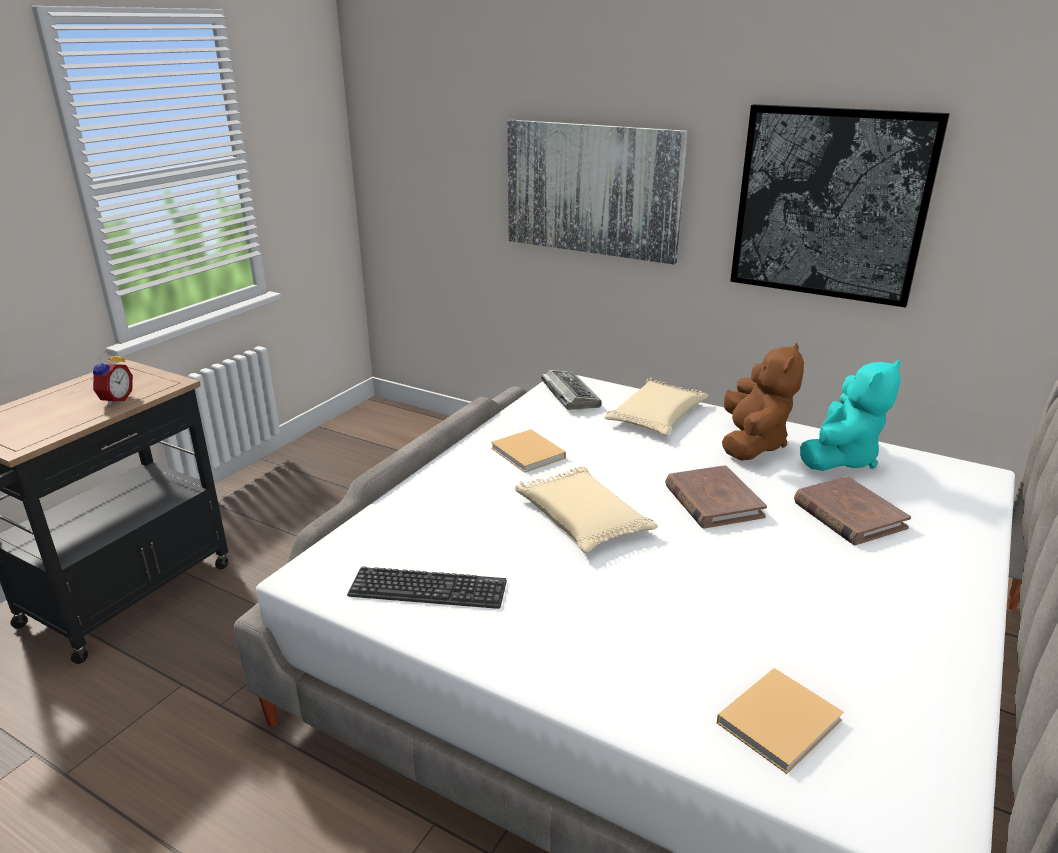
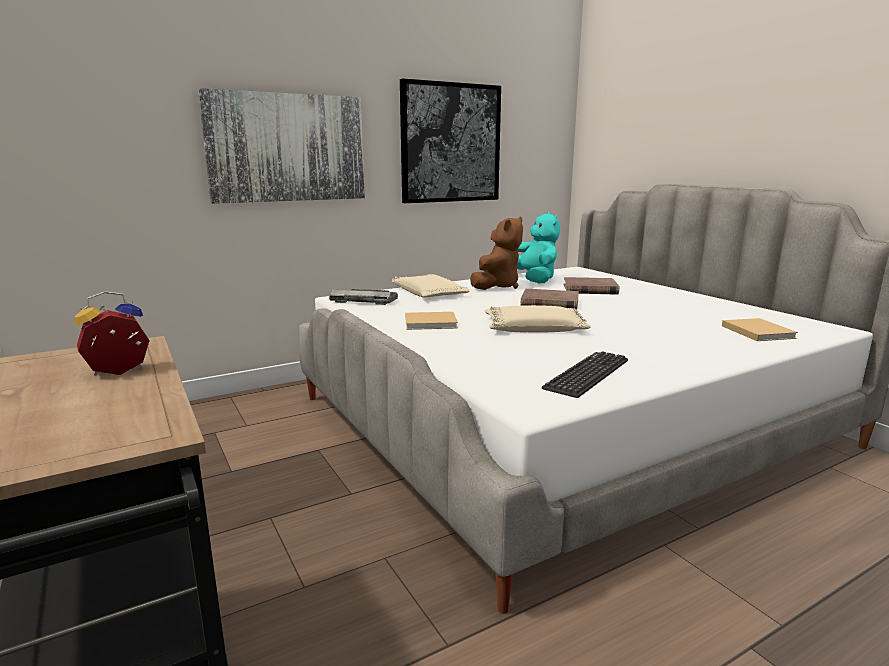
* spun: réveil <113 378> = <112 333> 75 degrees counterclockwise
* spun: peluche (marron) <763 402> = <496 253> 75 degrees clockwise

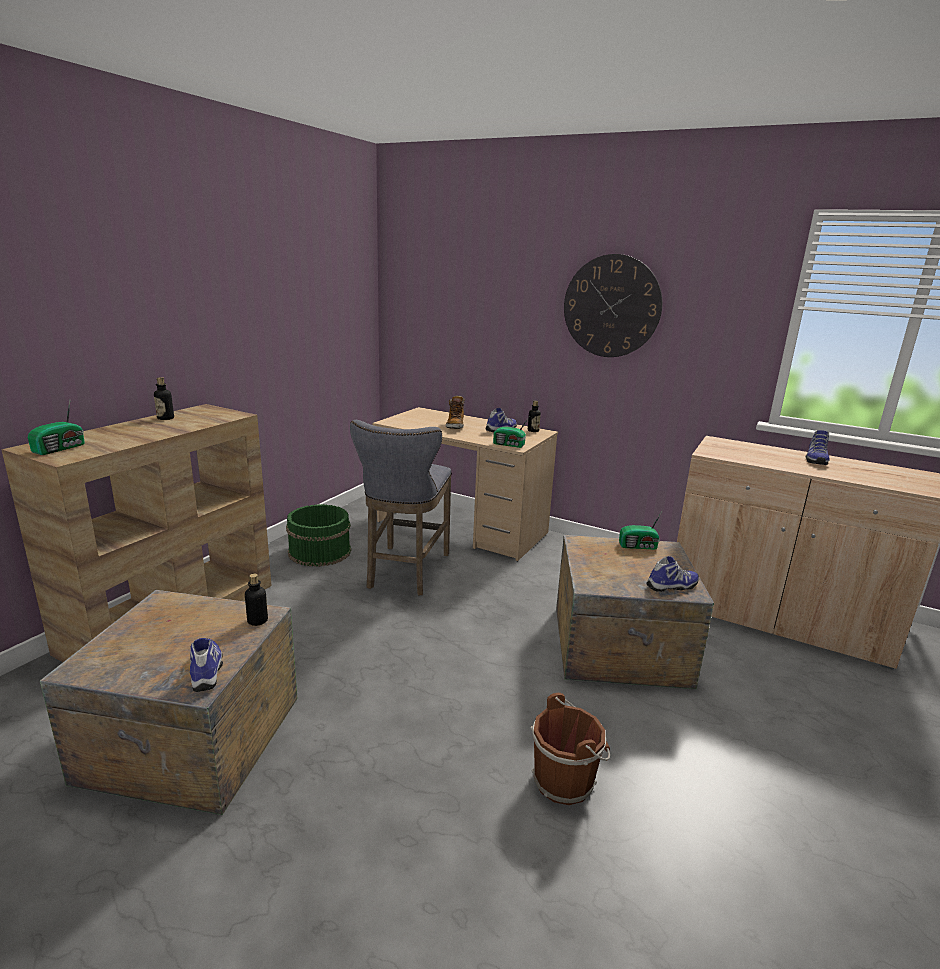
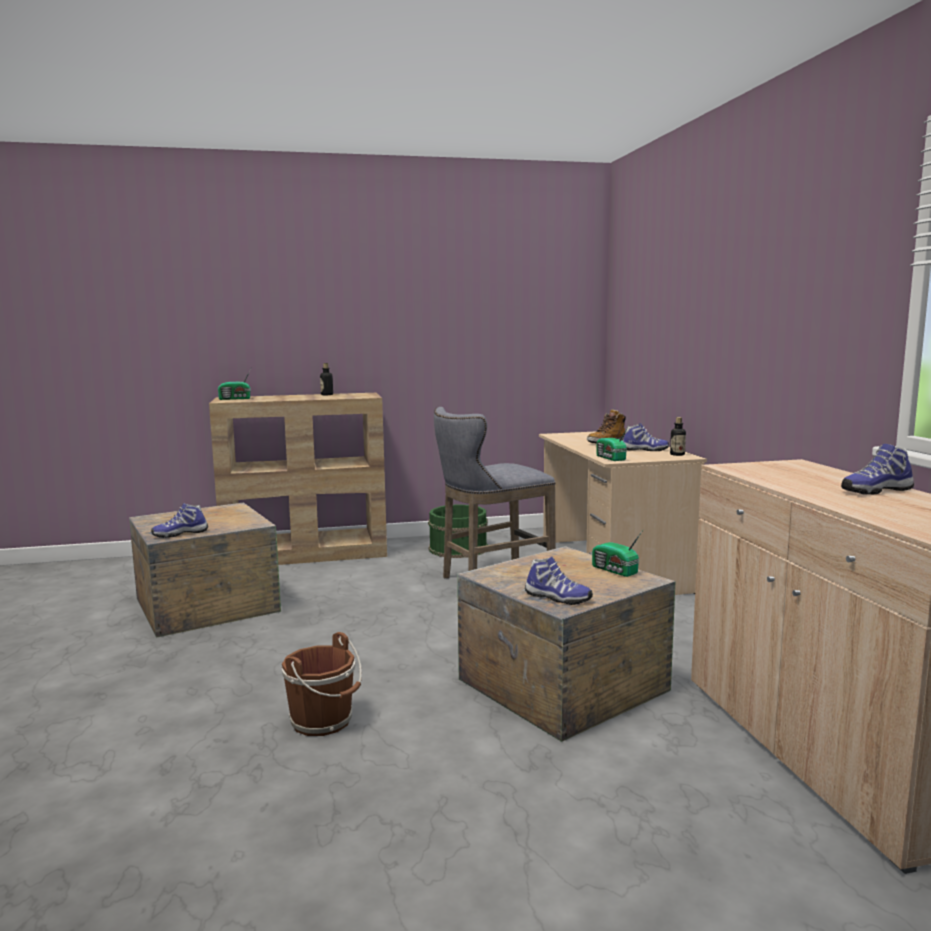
* spun: chaussure <206 665> = <179 520> 150 degrees counterclockwise
* missing: bouteille <256 600>
* missing: horloge murale <613 305>

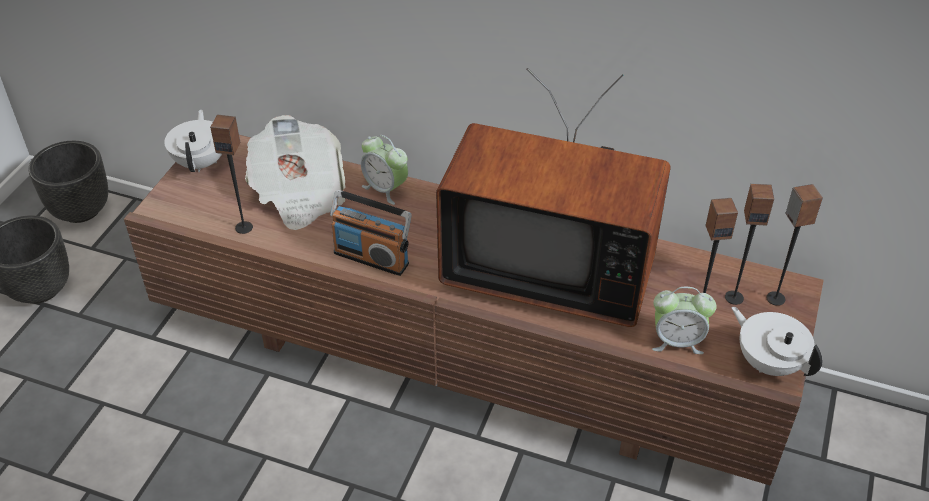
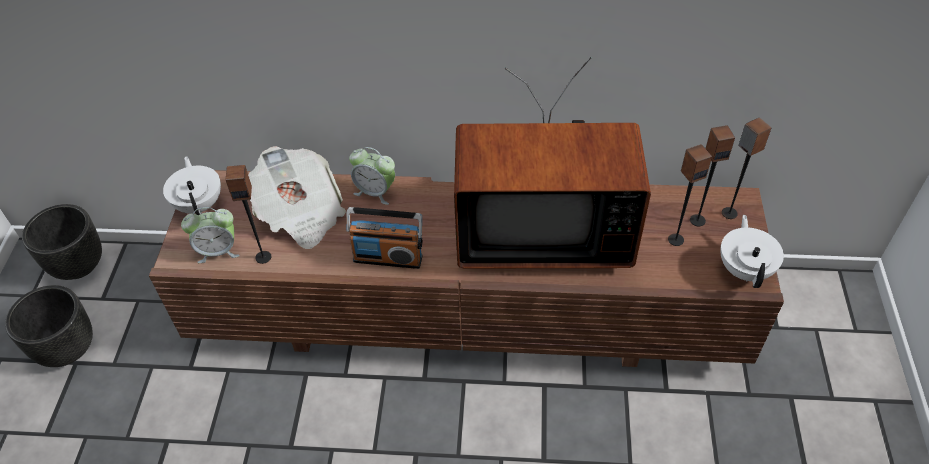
* relocated: réveil <684 320> to <210 235>
* spun: théière (blanc) <777 341> = <752 251> 60 degrees clockwise

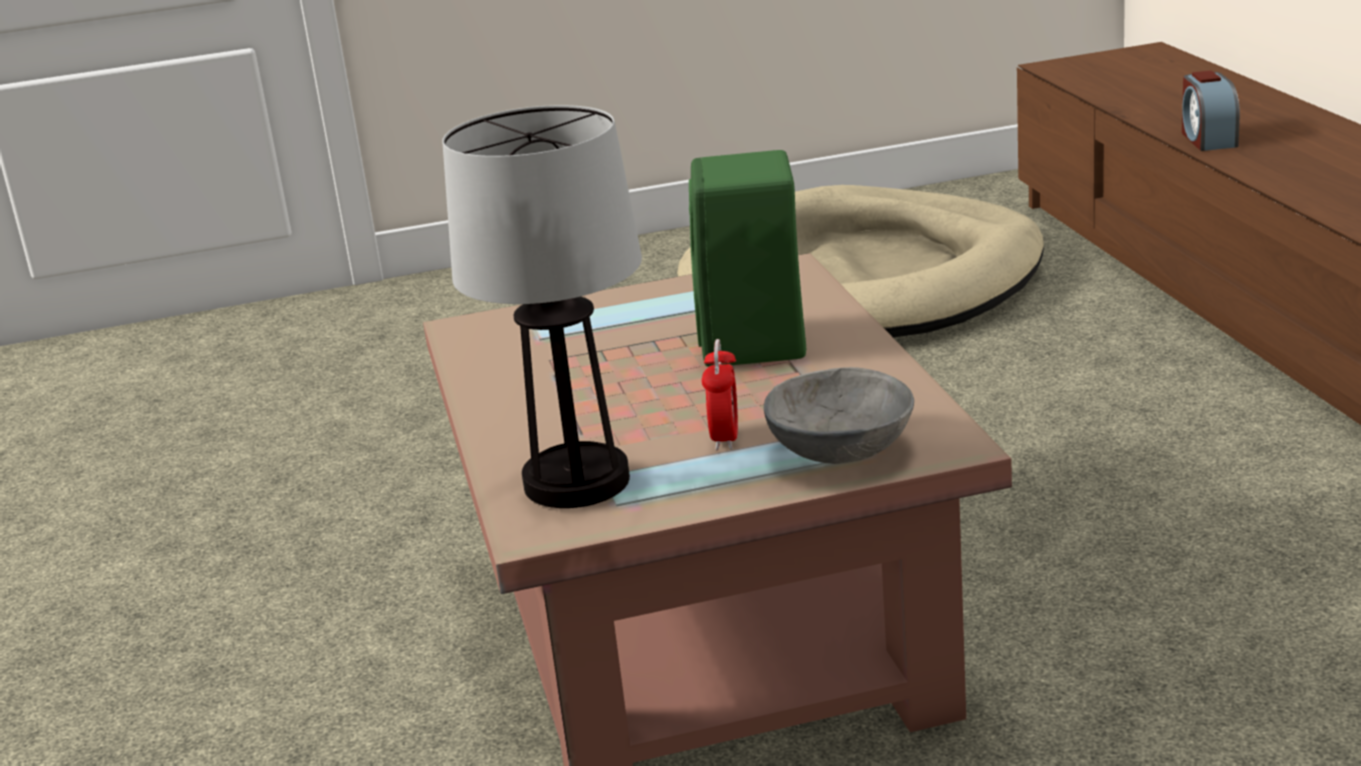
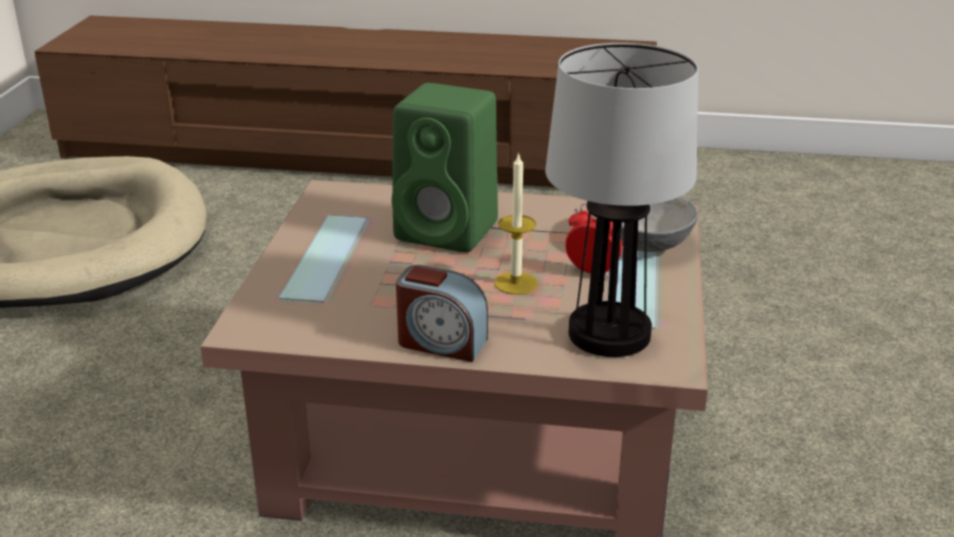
* relocated: réveil <1211 111> to <442 313>
* appeared: bougie <516 223>

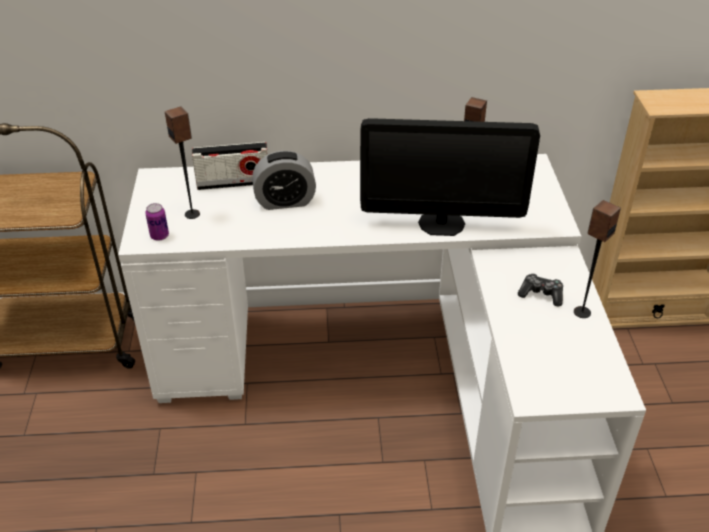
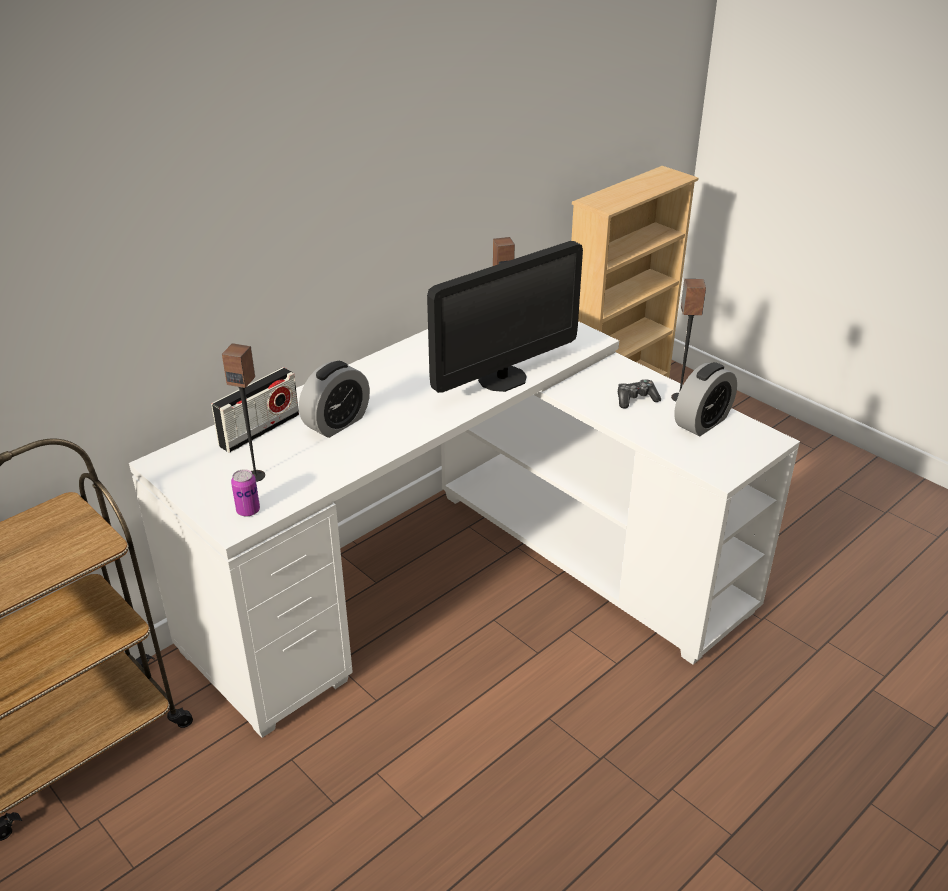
* appeared: réveil <705 399>

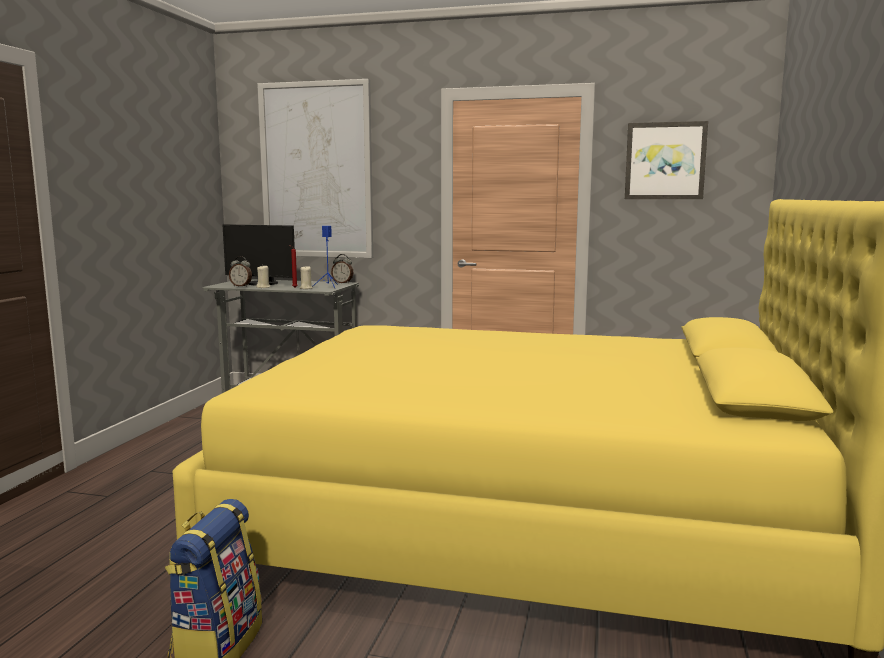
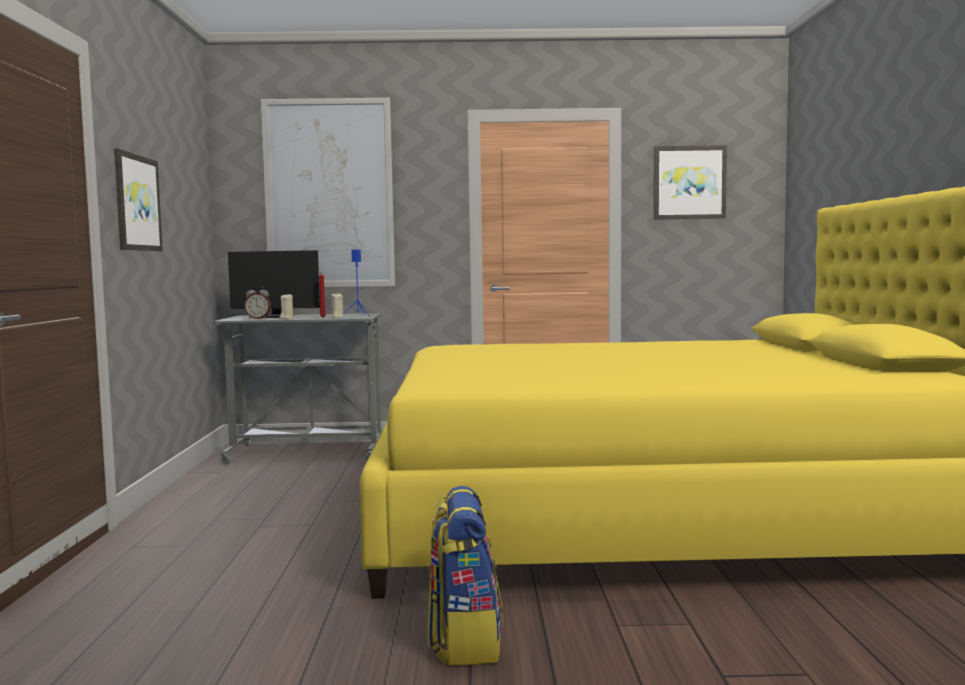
* appeared: tableau <138 200>
* missing: réveil <342 269>

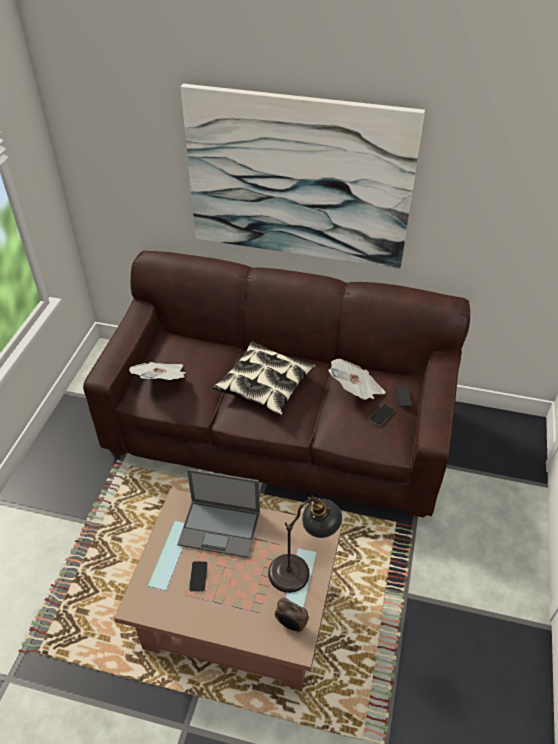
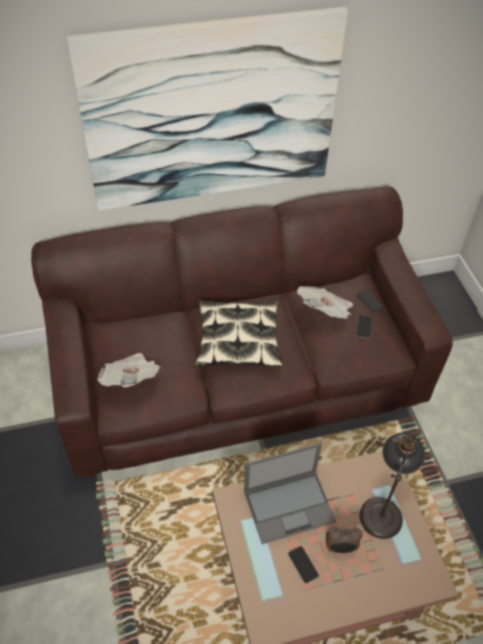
* relocated: réveil <292 615> to <344 540>

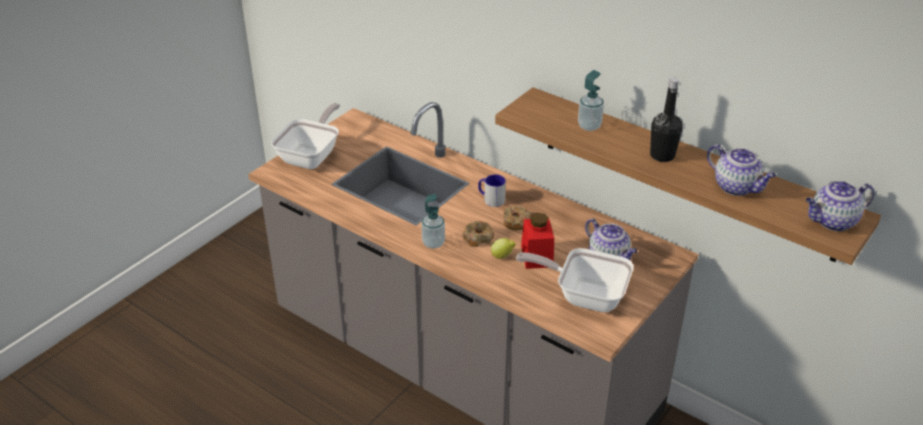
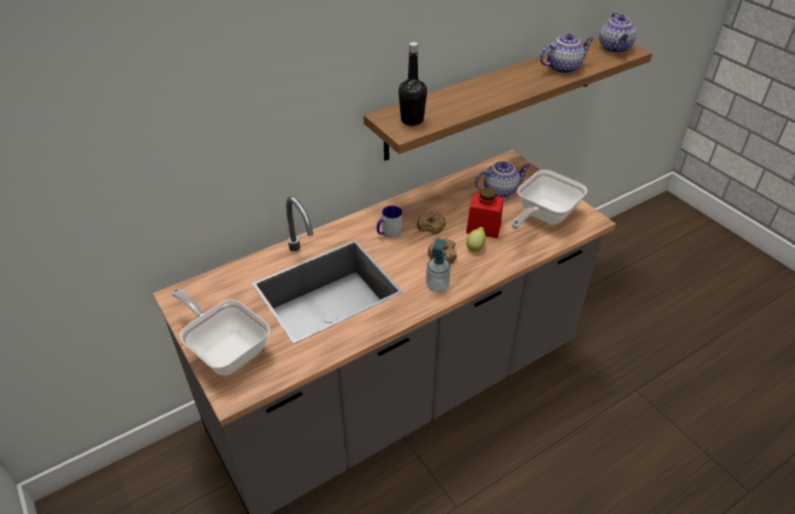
* relocated: bouteille (noir) <666 119> to <412 84>
* missing: distributeur de savon <591 100>

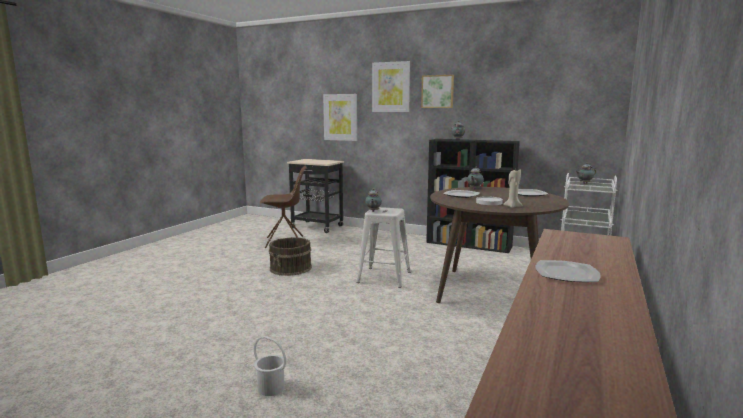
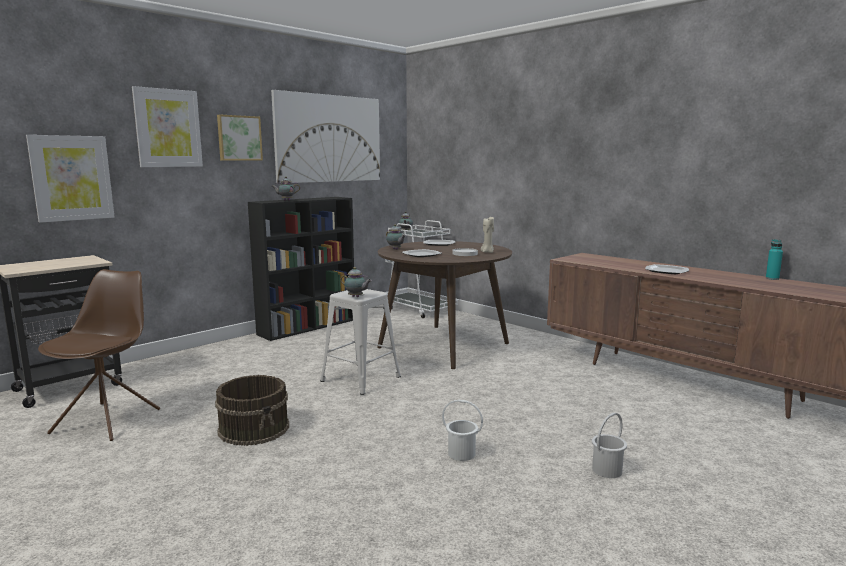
* appeared: tableau <325 137>
* appeared: seau (blanc) <462 430>
* appeared: bouteille (turquoise) <774 259>

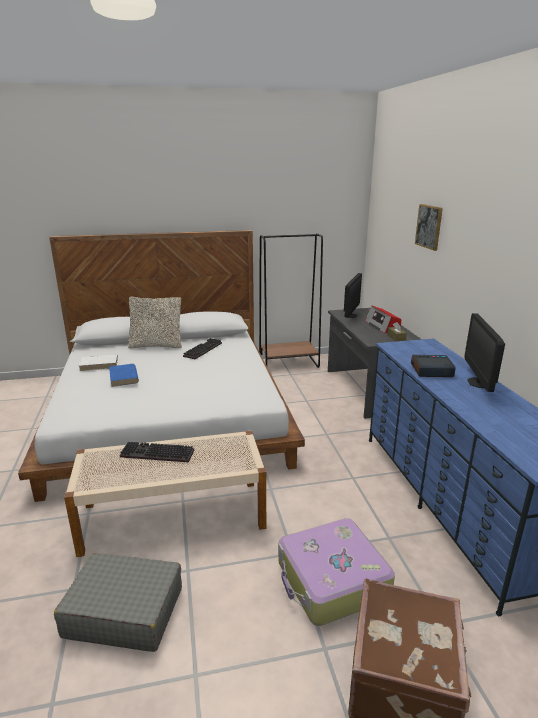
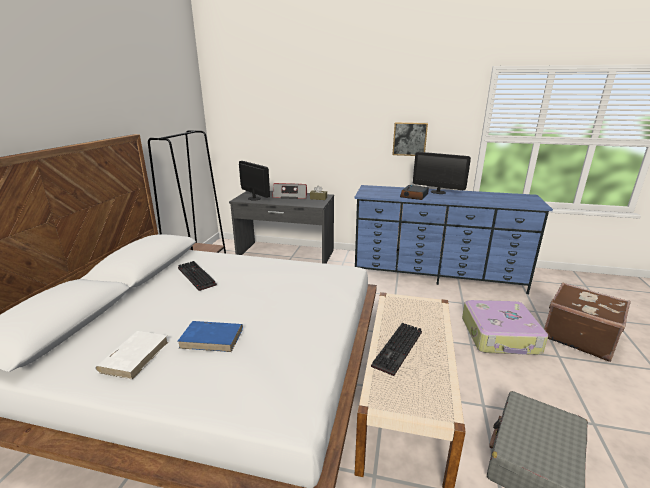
* relocated: tableau <429 227> to <410 139>
* missing: coussin (beige) <155 323>

